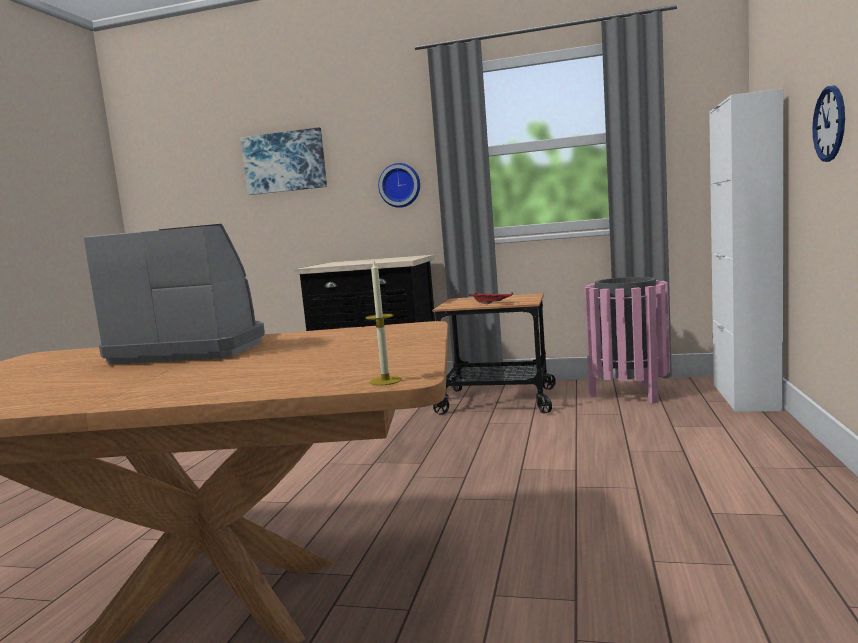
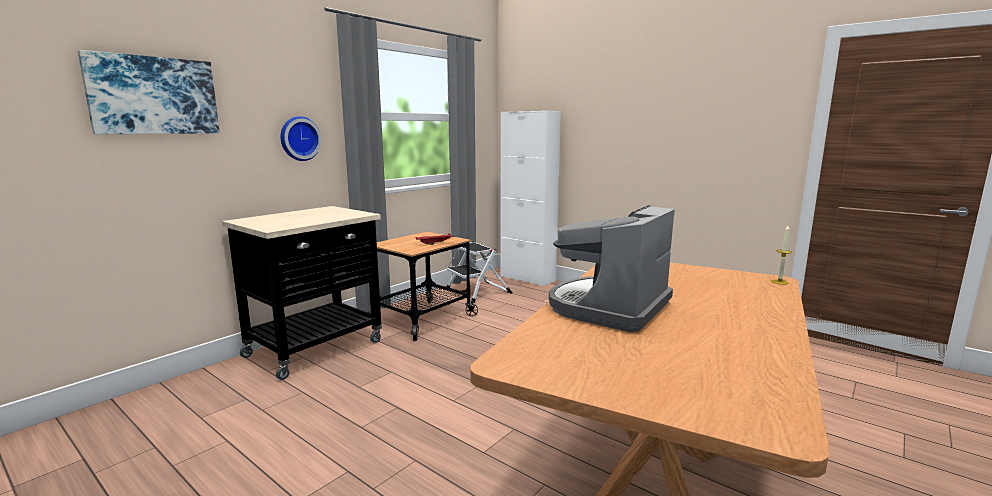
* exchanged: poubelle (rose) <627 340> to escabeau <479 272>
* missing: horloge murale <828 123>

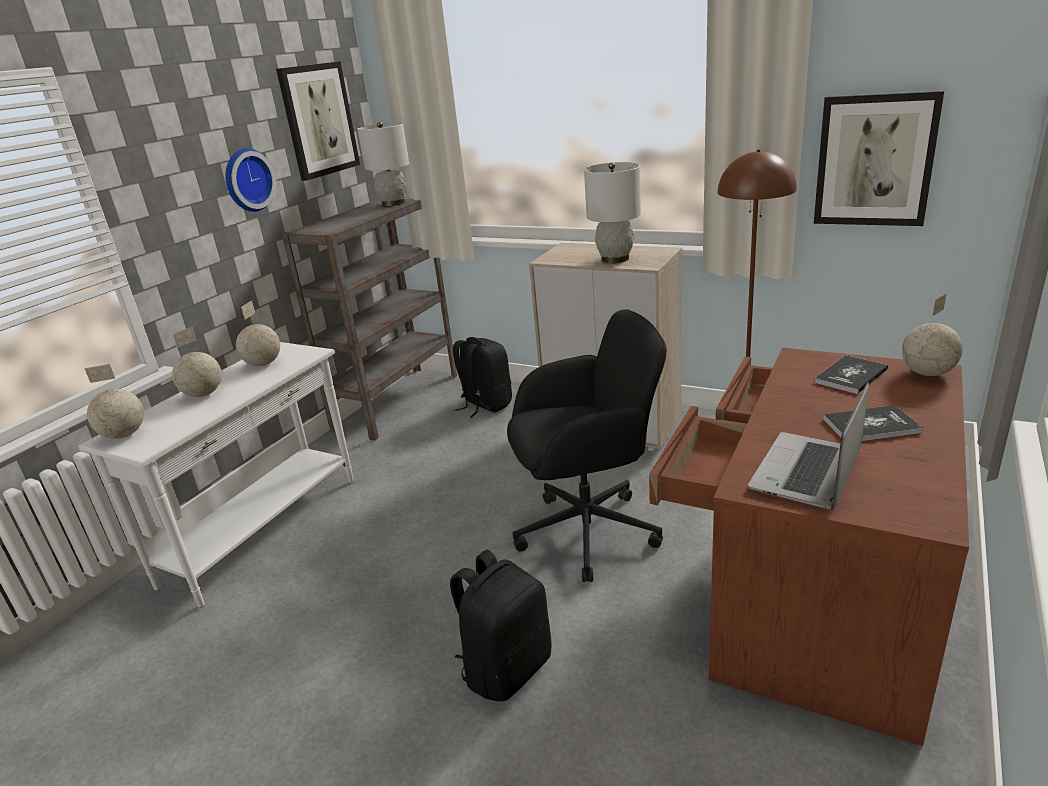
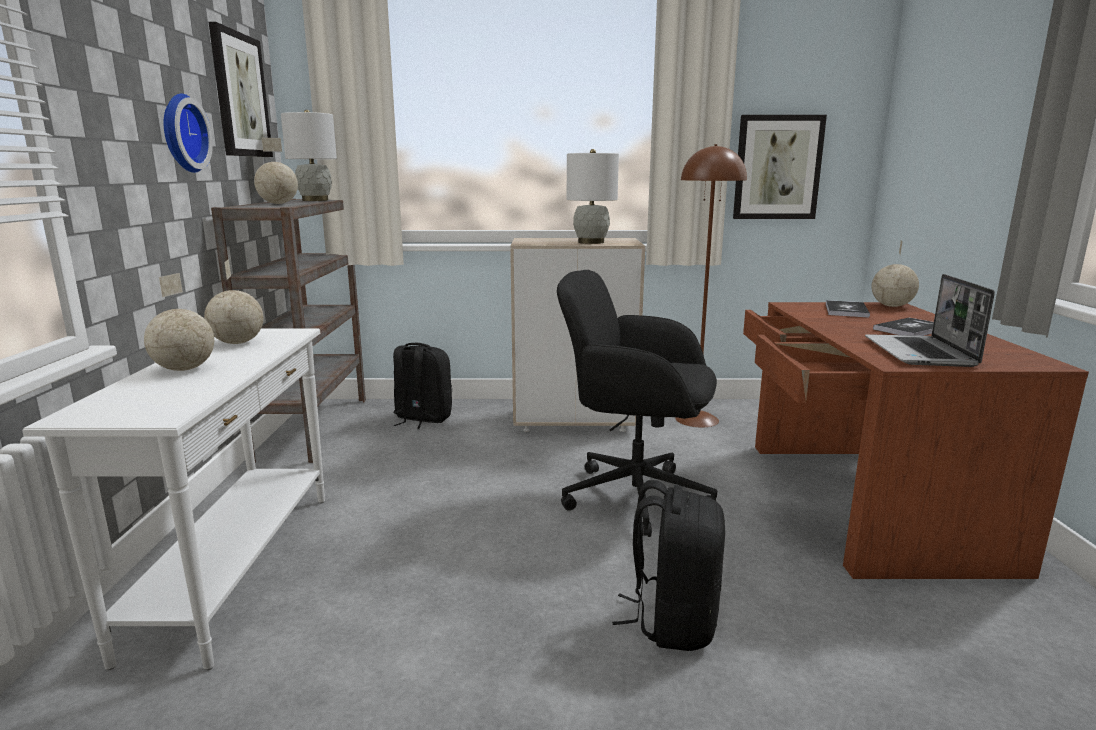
* relocated: globe <114 401> to <276 171>
* spun: chaise de bureau (noir) <587 445> = <637 403> 120 degrees counterclockwise

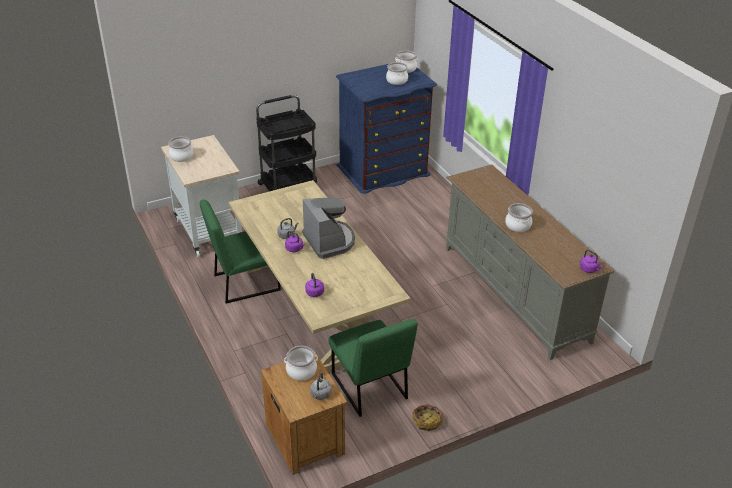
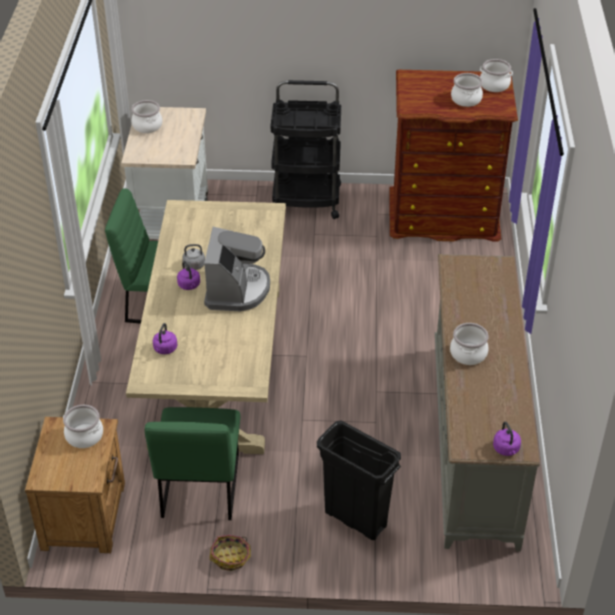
* appeared: poubelle (noir) <359 480>
* colour: commode (bleu) <386 129> to commode (marron) <453 156>
* missing: bouilloire (gris) <321 386>

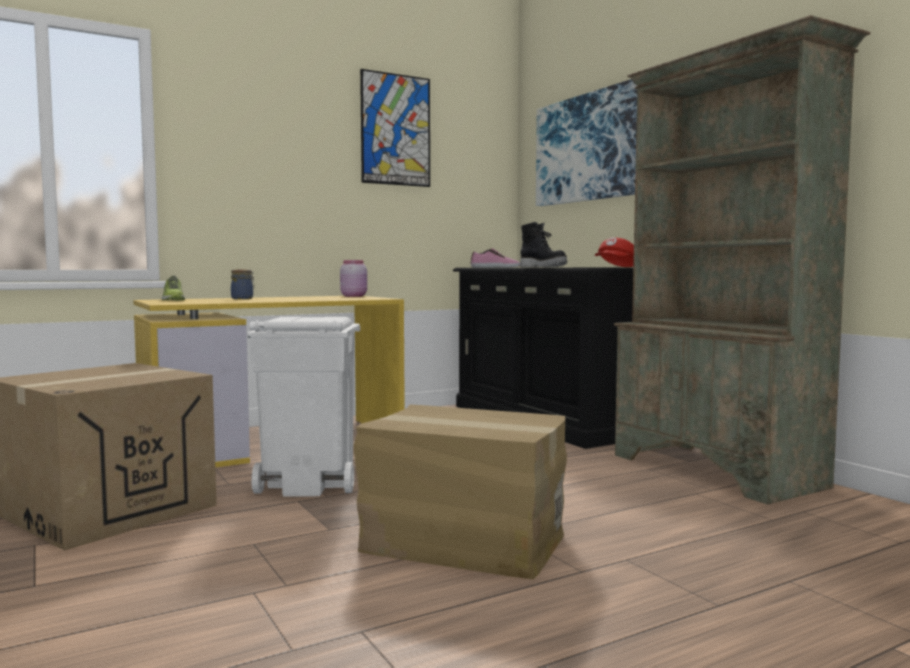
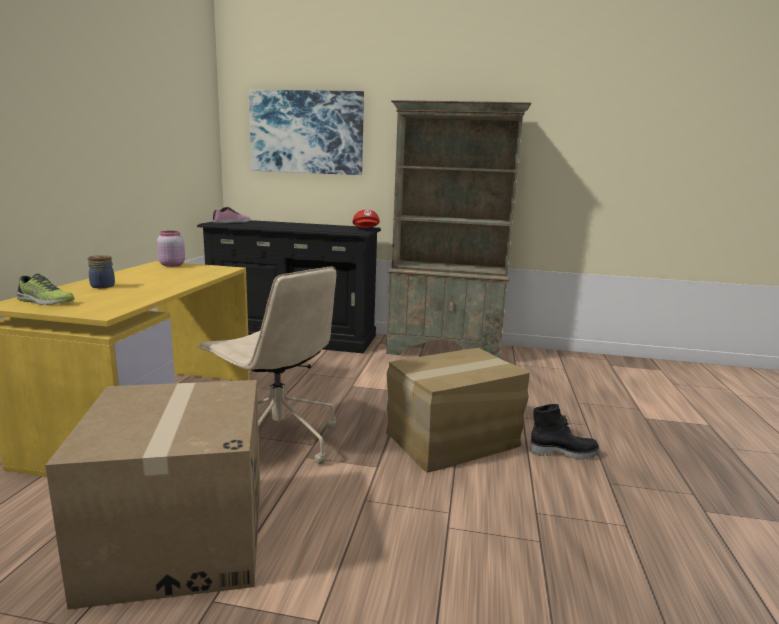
* exchanged: poubelle (blanc) <303 407> to chaise de bureau (beige) <266 365>
* relocated: botte (noir) <543 244> to <565 432>
* missing: tableau <395 128>

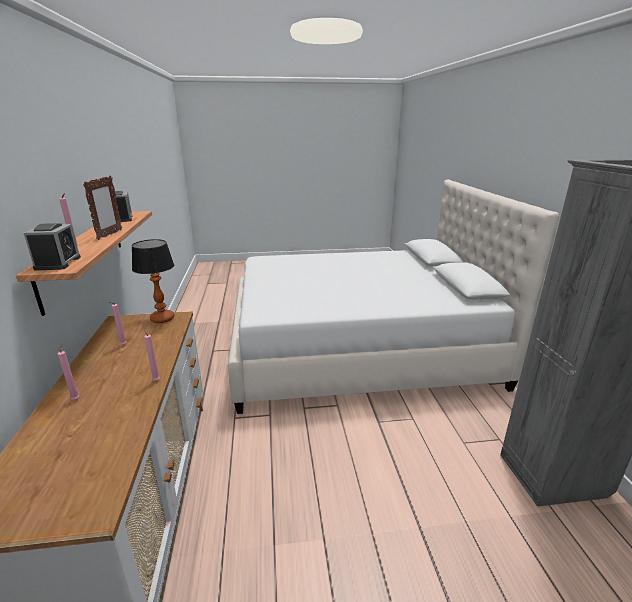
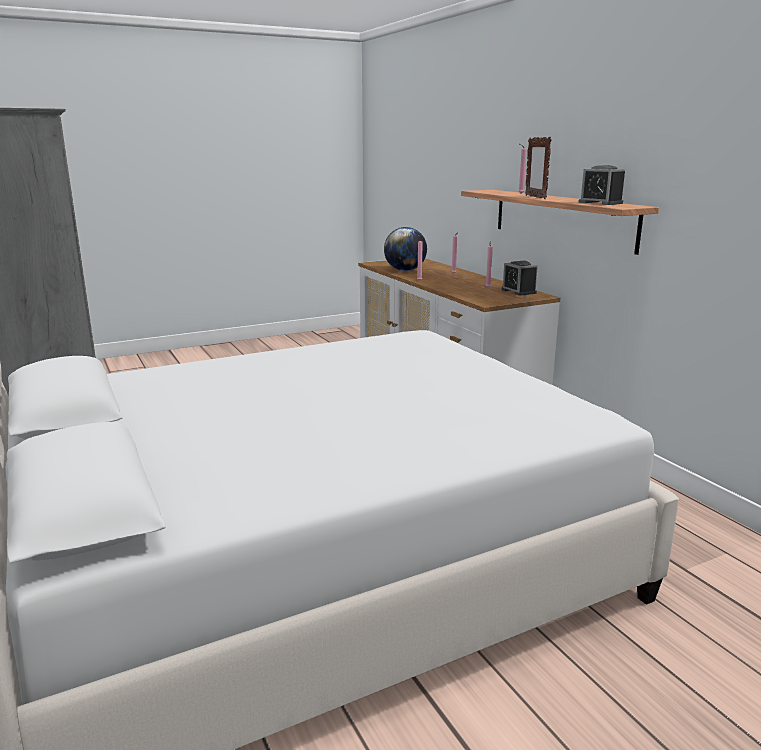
* appeared: globe <405 249>
* relocated: réveil <52 246> to <520 278>
* missing: lampe de table <153 281>

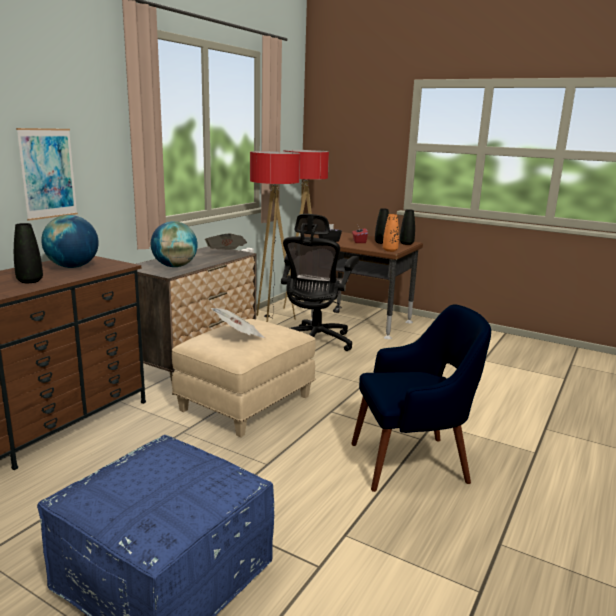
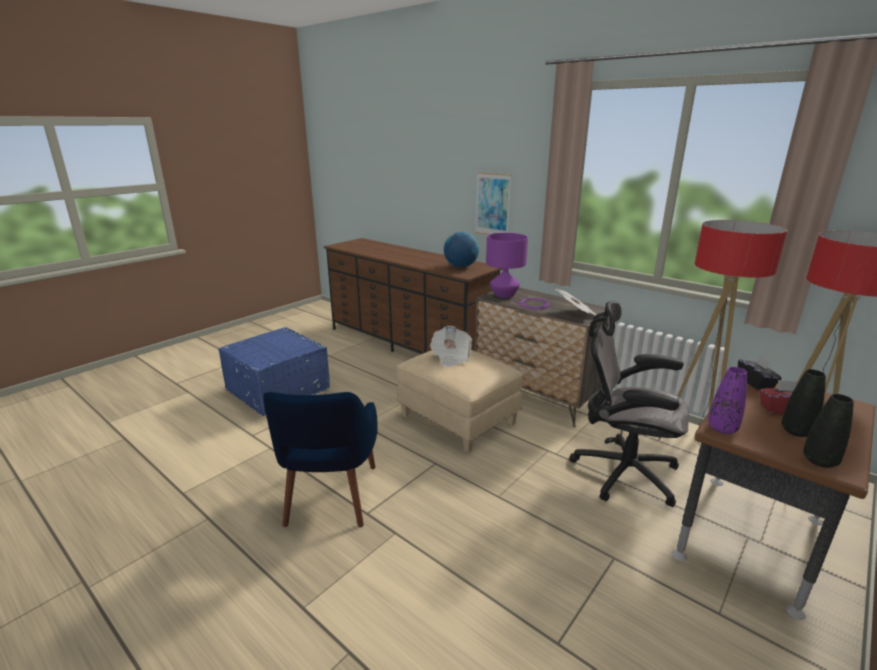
* exchanged: globe <174 244> to lampe de table (violet) <518 271>
* colour: vase (orange) <391 233> to vase (violet) <727 400>
* missing: vase (noir) <28 253>

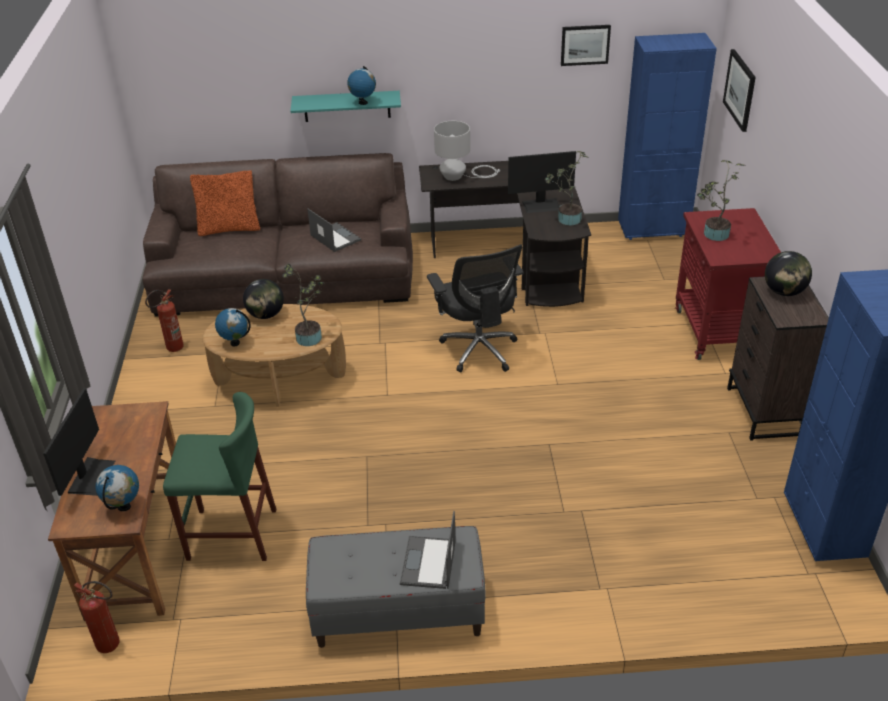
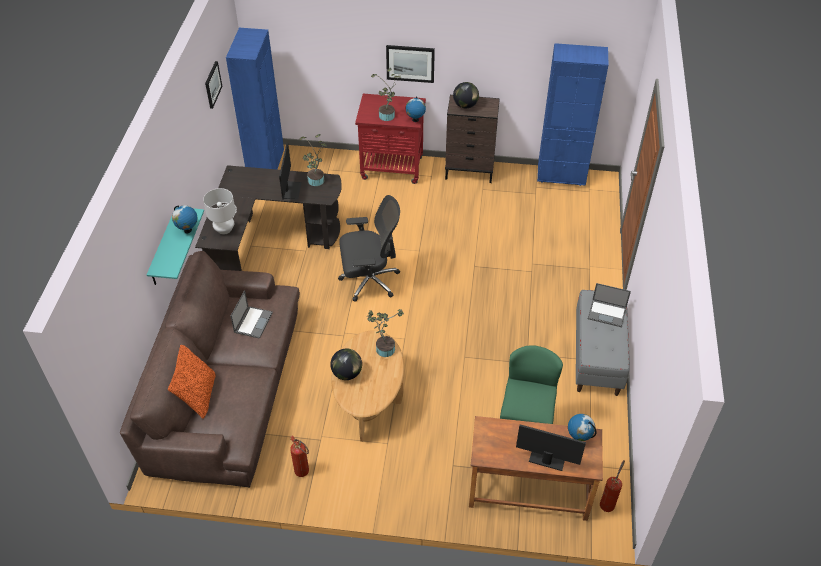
* spun: ordinateur portable <334 230> = <251 314> 135 degrees clockwise
* relocated: tableau <739 90> to <410 64>
* relocated: globe <233 327> to <416 109>

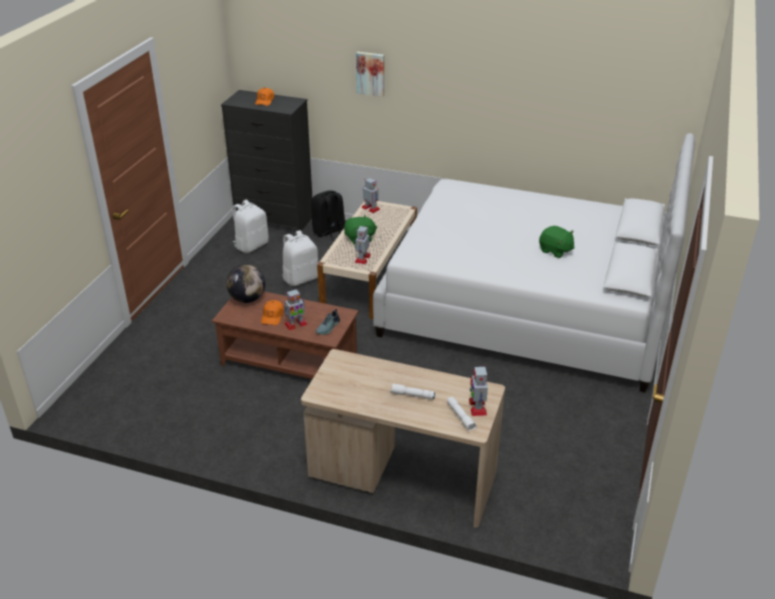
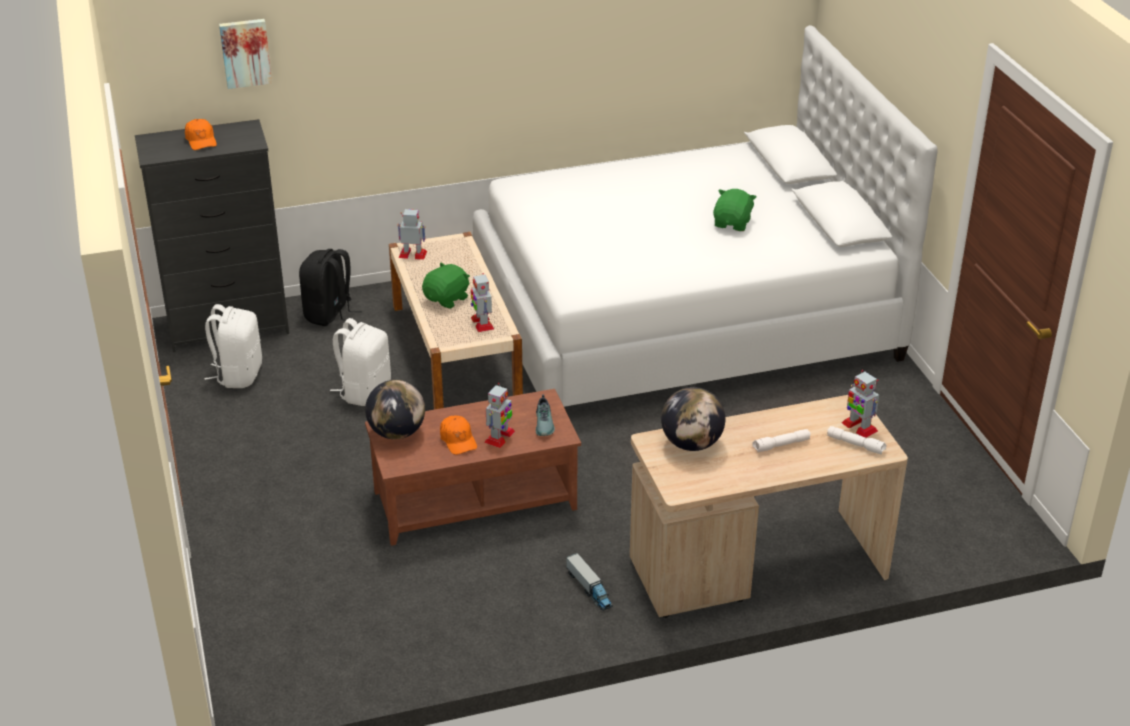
* relocated: tableau <370 74> to <245 54>
* appeared: camion jouet <589 582>
* appeared: globe <693 419>
* spun: peluche (vert) <556 242> = <734 210> 75 degrees counterclockwise

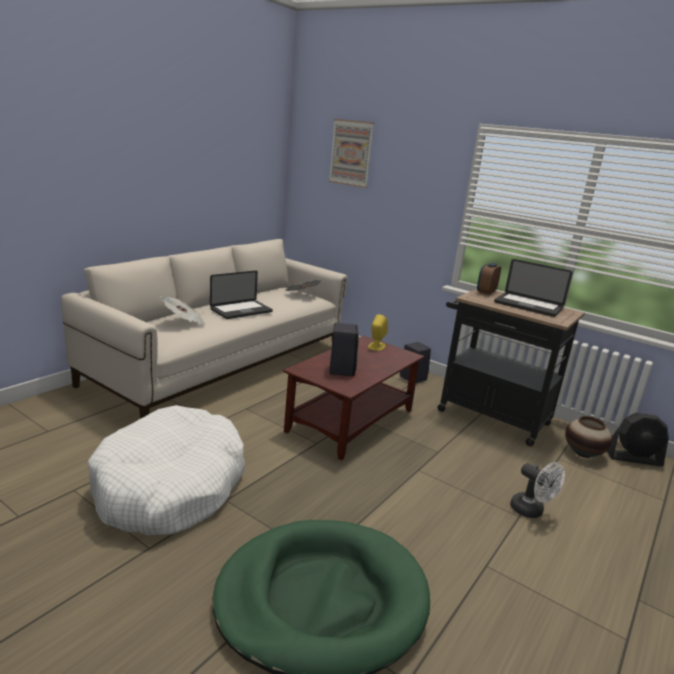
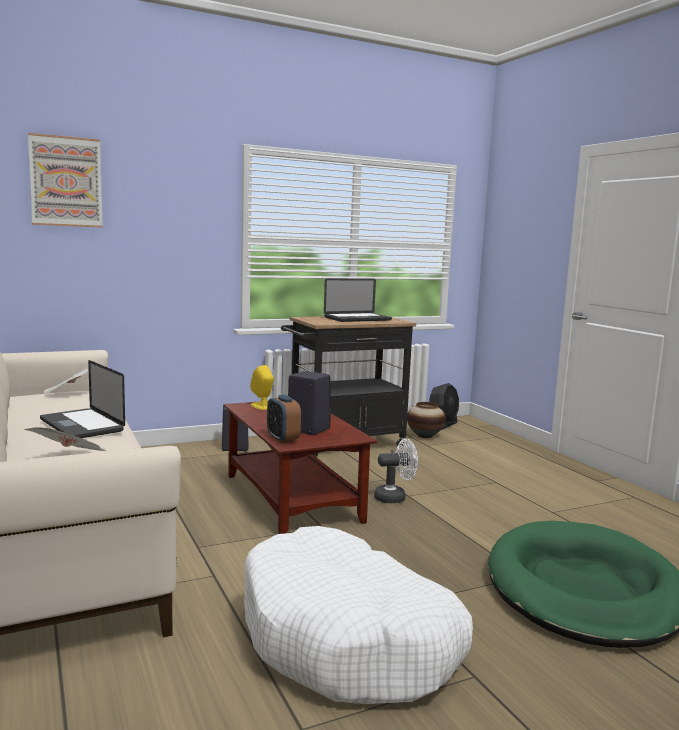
* spun: ordinateur portable <241 295> = <82 399> 150 degrees clockwise
* relocated: réveil <489 279> to <284 419>
* relocated: ventilateur (blanc) <537 490> to <396 471>

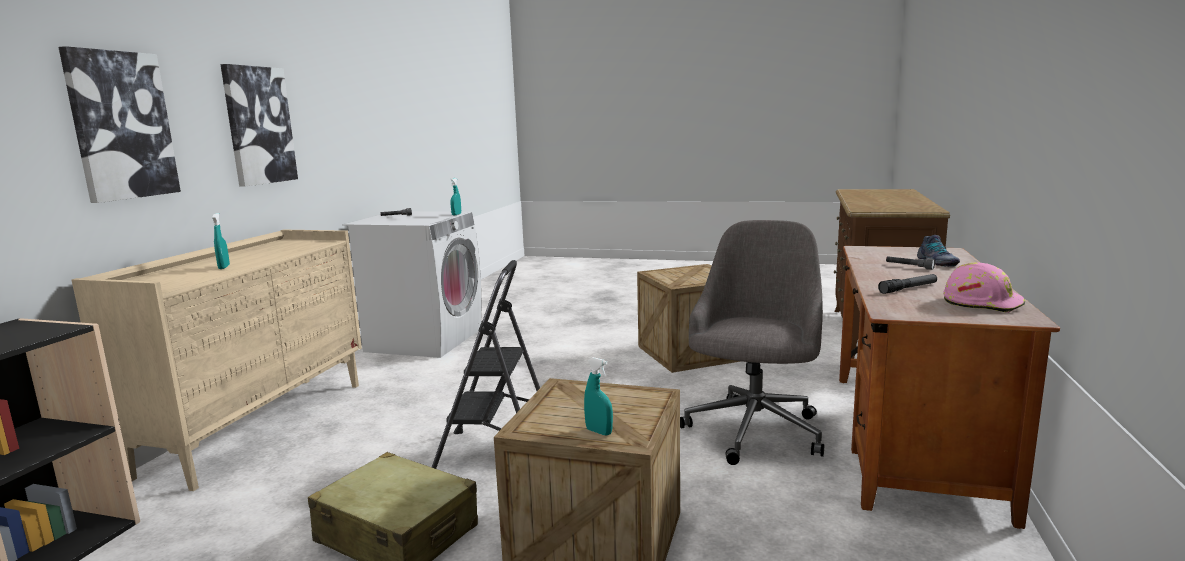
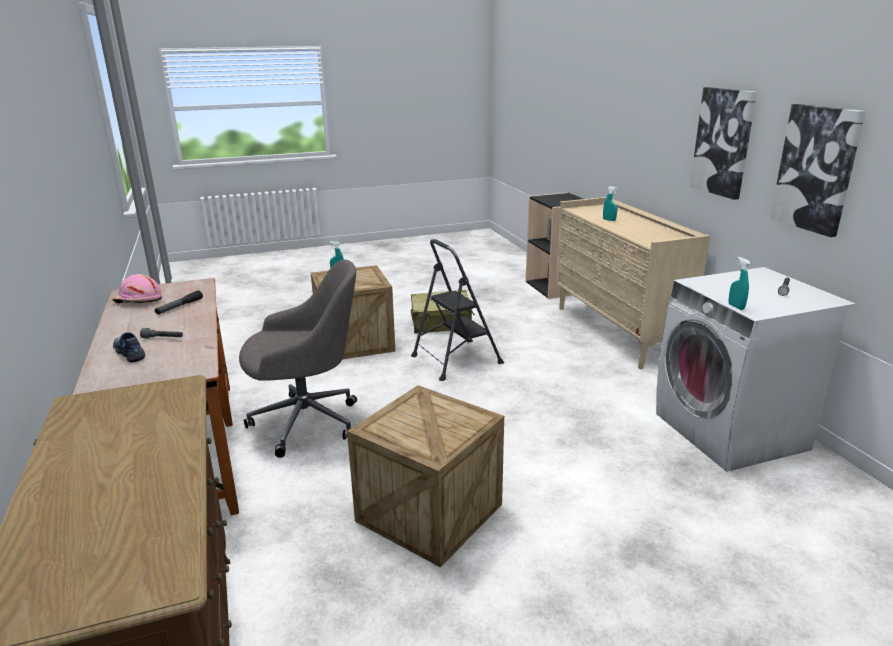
* spun: chaise de bureau (gris) <752 342> = <298 359> 90 degrees counterclockwise
* relocated: tableau <119 124> to <818 170>

